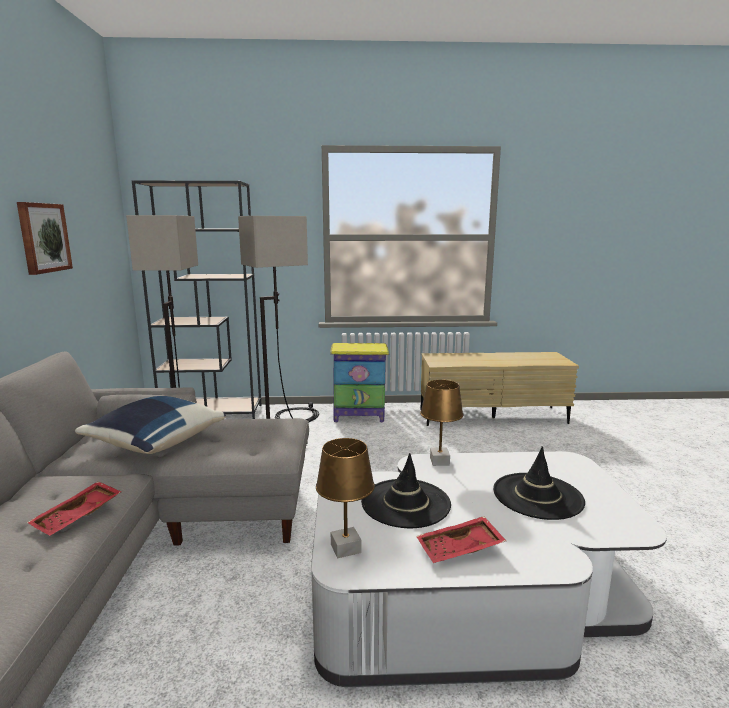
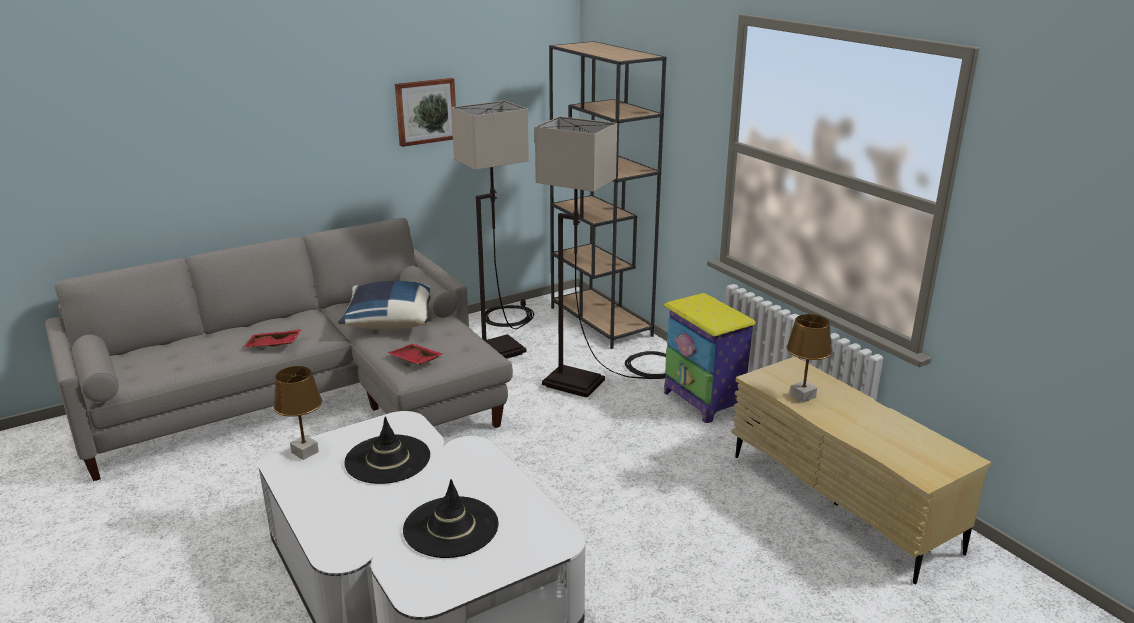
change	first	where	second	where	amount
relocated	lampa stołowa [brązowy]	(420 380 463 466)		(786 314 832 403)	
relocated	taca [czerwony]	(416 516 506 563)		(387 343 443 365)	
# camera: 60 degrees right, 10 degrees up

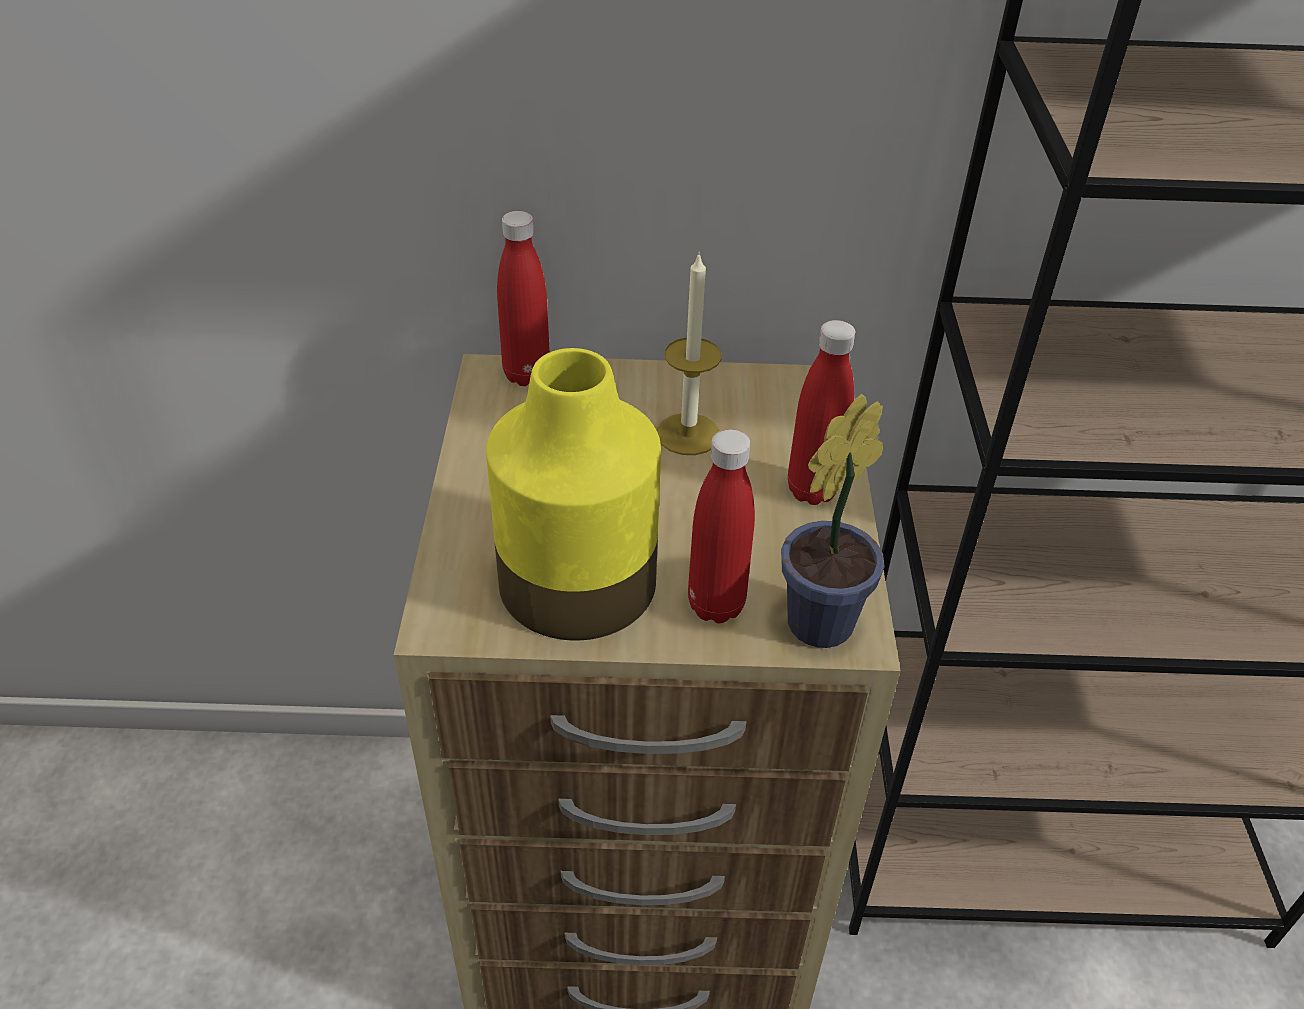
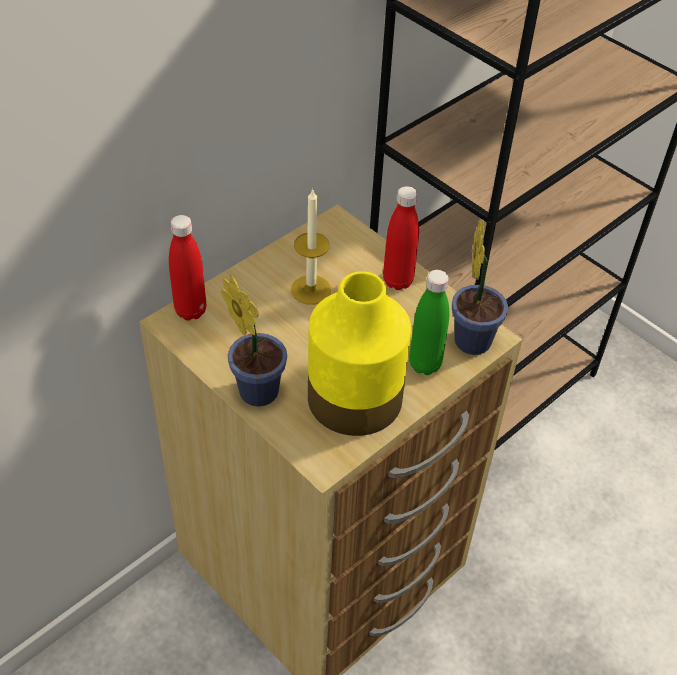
change	first	where	second	where	amount
colour	butelka [czerwony]	(688 429 755 623)	butelka [zielony]	(409 270 449 375)	
appeared			roślina doniczkowa	(221 276 287 407)	
# camera: 45 degrees left, 5 degrees up

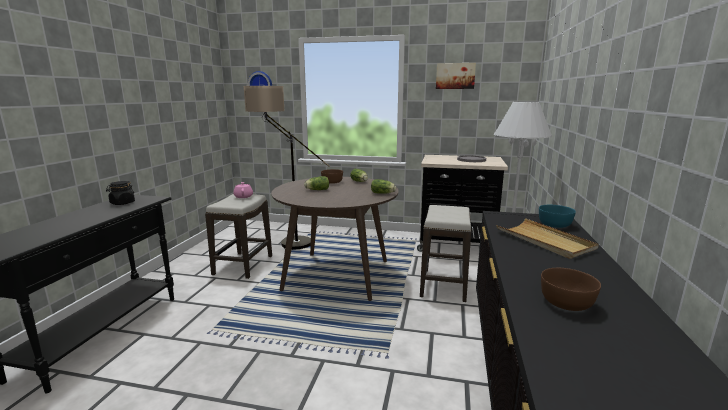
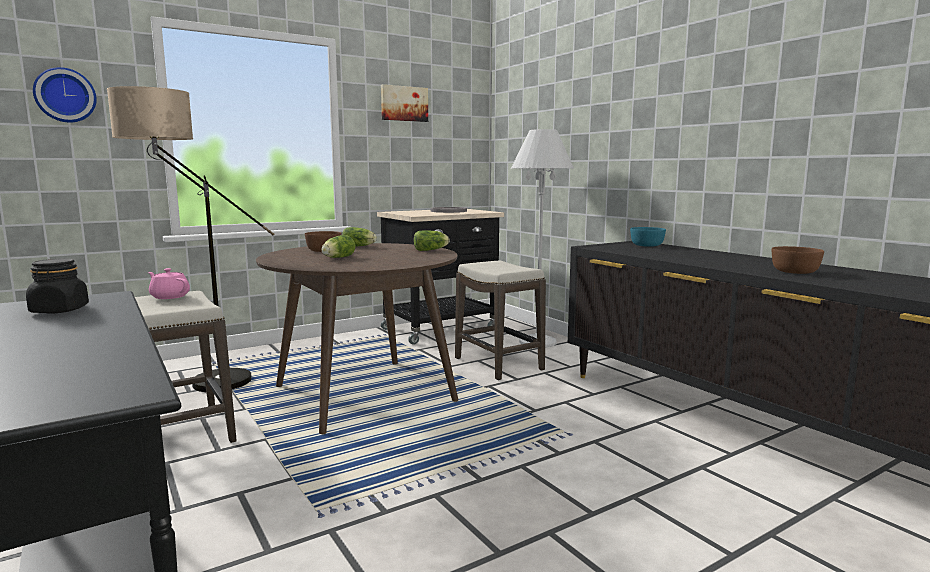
change	first	where	second	where	amount
missing	taca [beżowy]	(496 218 599 259)			
# camera: 45 degrees left, 5 degrees down

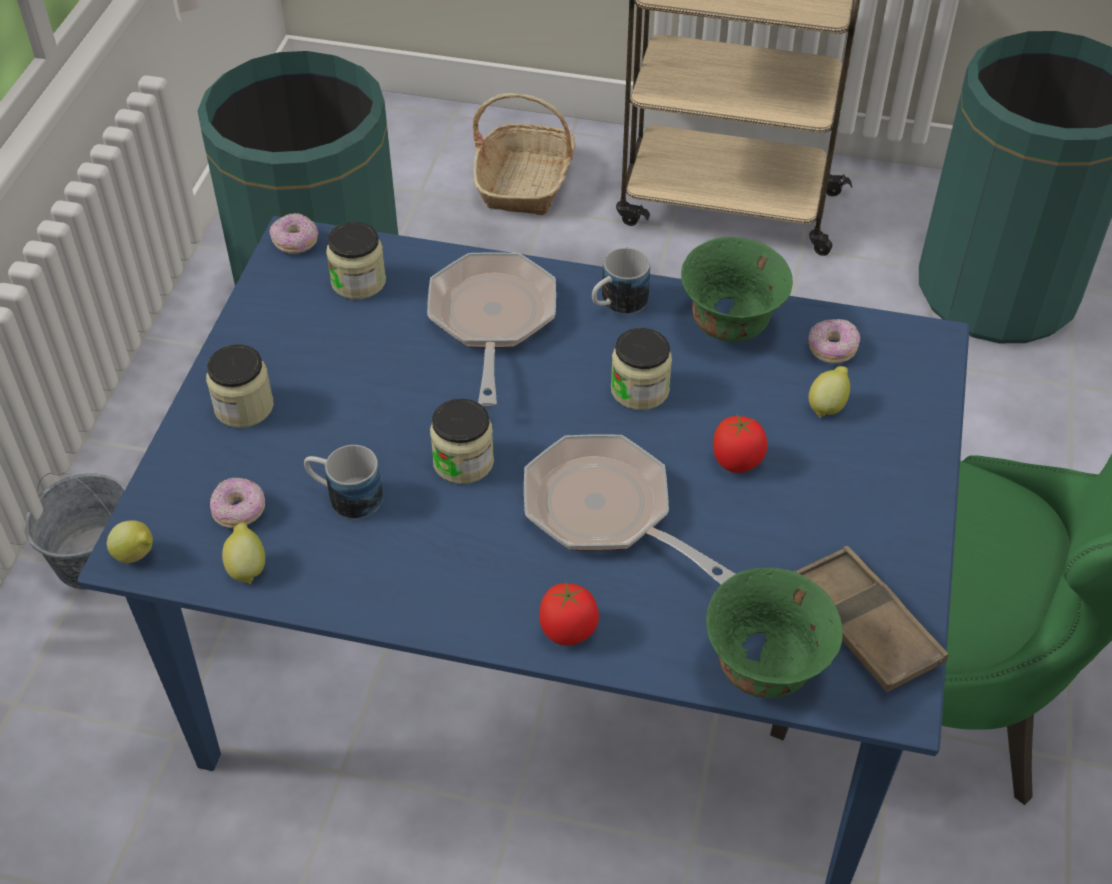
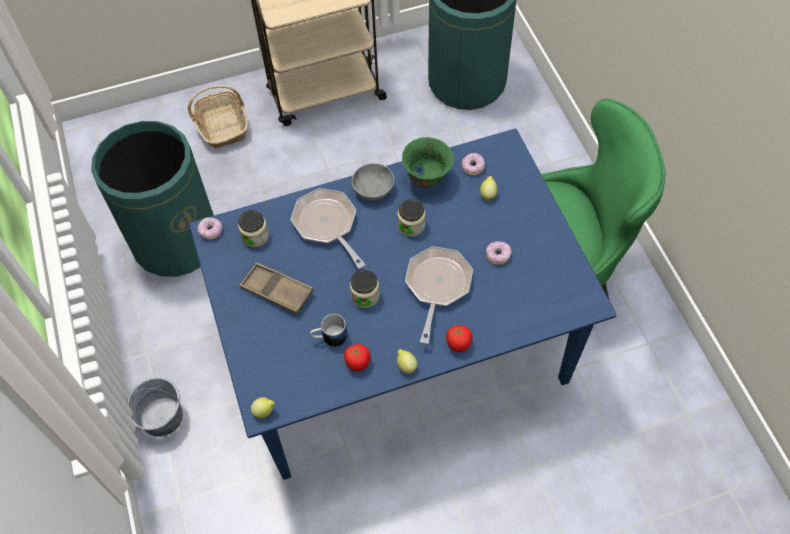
change	first	where	second	where	amount
exchanged	kubek	(592 248 650 314)	miska [szary]	(352 163 394 200)	
missing	słoik	(206 344 274 428)			
relocated	pomidor	(713 414 767 473)		(344 344 371 371)	
spun	patelnia	(524 434 735 584)		(405 246 473 344)	90 degrees clockwise
relocated	donut	(210 477 265 528)		(486 241 512 265)	
relocated	cytryna	(222 522 265 584)		(397 349 417 374)	
relocated	taca [brązowy]	(793 546 948 692)		(239 262 313 314)	
missing	miska [zielony]	(706 567 843 698)			
# camera: 30 degrees left, 10 degrees up

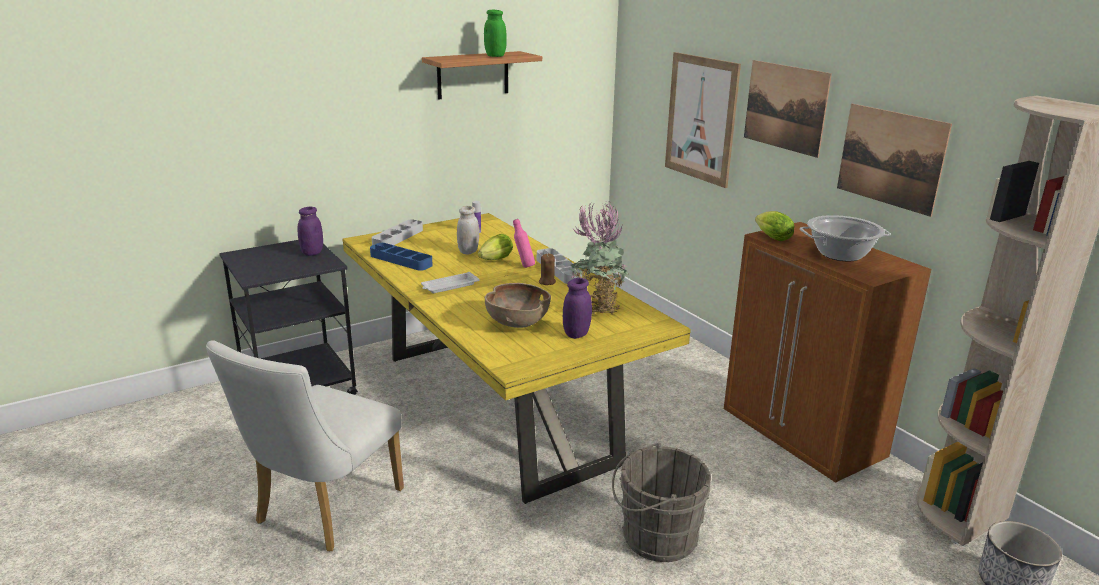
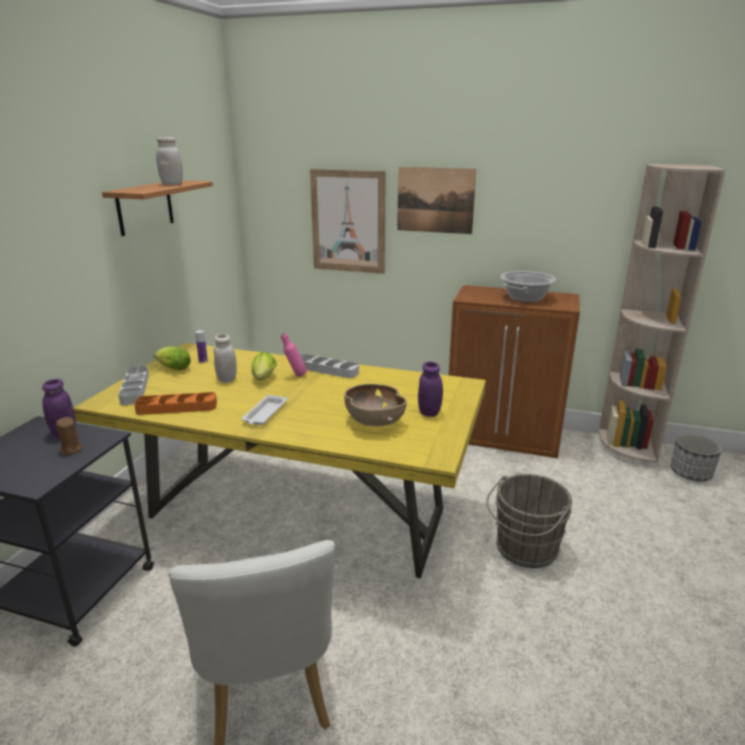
change	first	where	second	where	amount
colour	słoik [zielony]	(484 10 507 57)	słoik [biały]	(156 137 183 185)	
missing	obraz	(837 104 952 217)			
missing	roślina doniczkowa	(569 201 628 314)			
relocated	sałata	(755 211 794 241)		(153 346 191 371)	
colour	taca [niebieski]	(370 243 433 271)	taca [pomarańczowy]	(134 392 217 415)	
relocated	świeca [brązowy]	(539 254 556 285)		(56 417 82 455)	
# camera: 40 degrees left, 0 degrees up

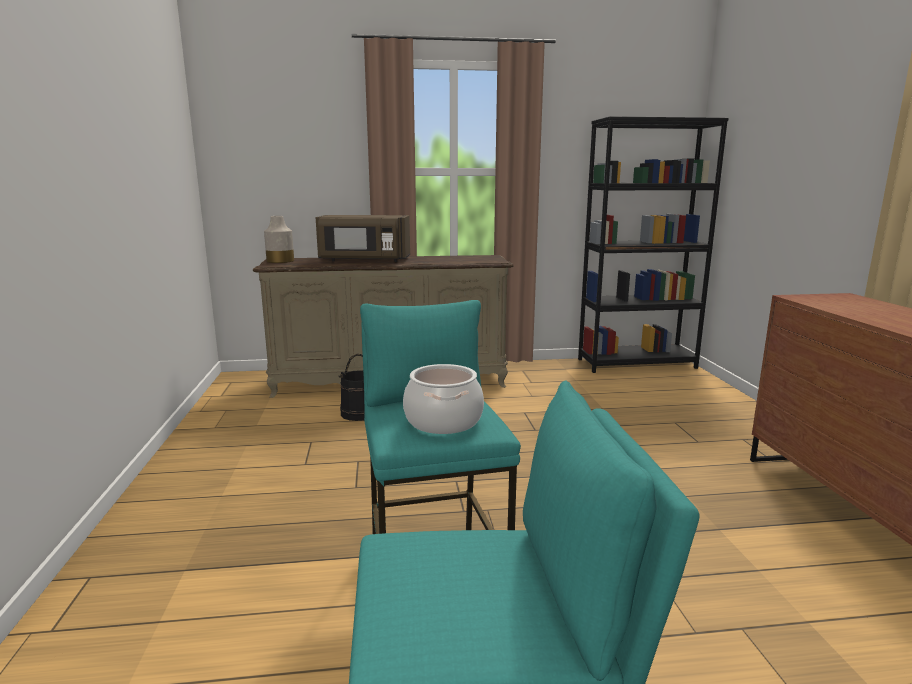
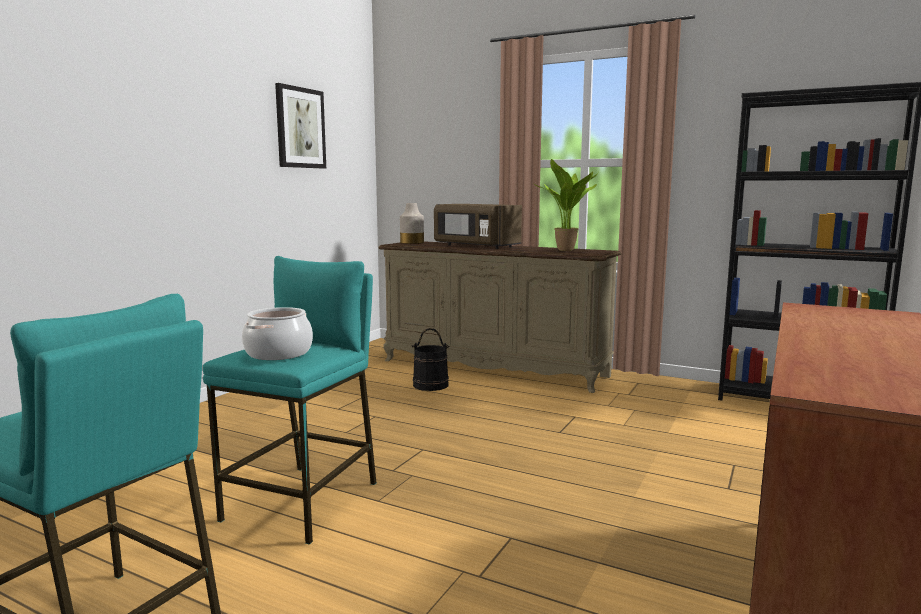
change	first	where	second	where	amount
appeared			obraz	(275 83 326 169)	
appeared			roślina doniczkowa	(532 159 599 251)	
# camera: 35 degrees right, 5 degrees down

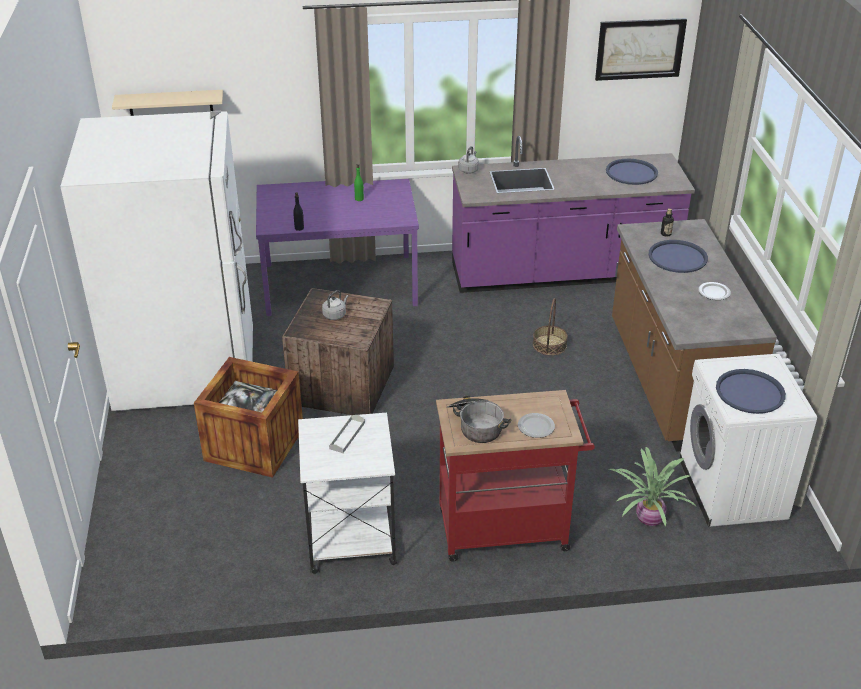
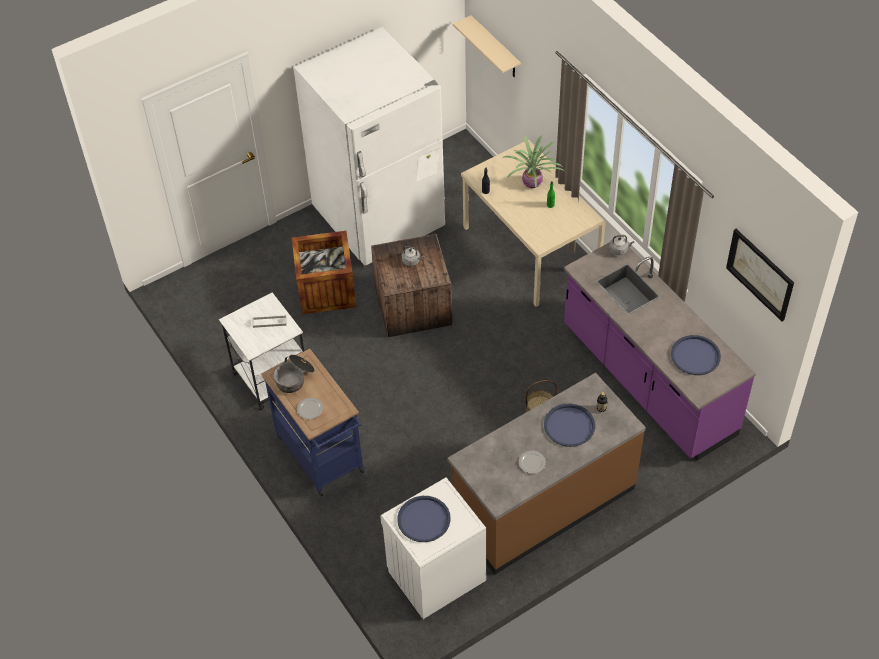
change	first	where	second	where	amount
colour	stół jadalny [fioletowy]	(256 179 419 316)	stół jadalny [beżowy]	(461 139 606 307)	
colour	wózek [czerwony]	(436 390 595 562)	wózek [niebieski]	(261 349 364 496)	
relocated	roślina doniczkowa	(609 447 696 527)		(503 135 563 188)	
# camera: 65 degrees right, 15 degrees up

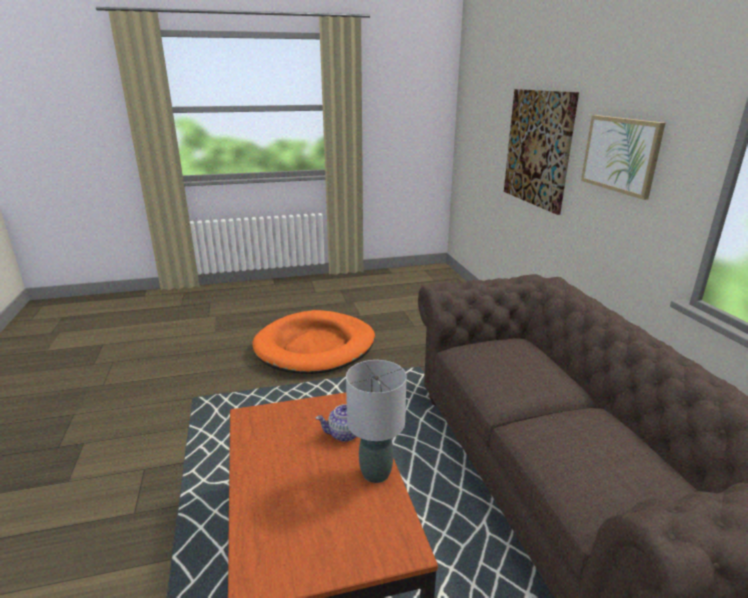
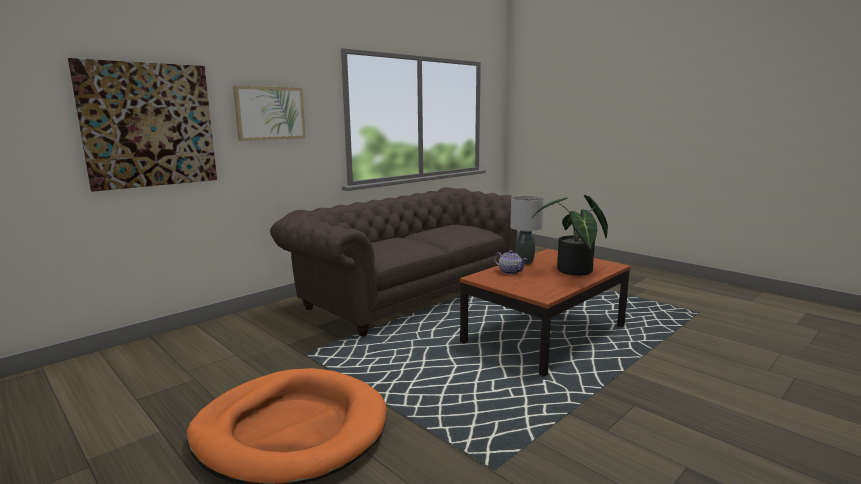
change	first	where	second	where	amount
appeared			roślina doniczkowa	(532 195 608 275)	
# camera: 120 degrees left, 10 degrees down

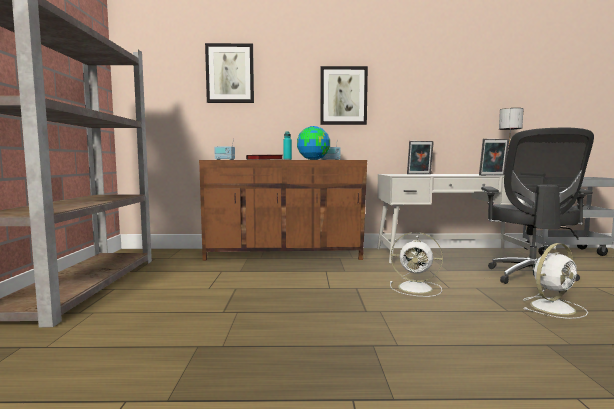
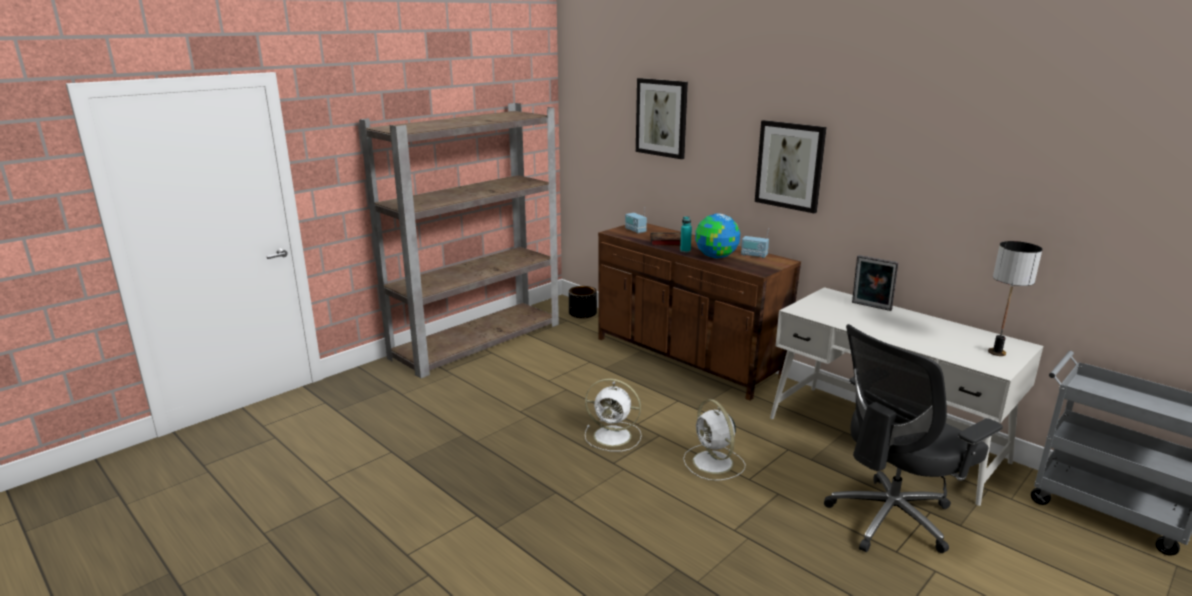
change	first	where	second	where	amount
missing	ramka na zdjęcie	(479 139 509 176)			
relocated	wentylator [biały]	(523 243 588 319)		(585 378 642 451)	
appeared			donica [czarny]	(569 286 597 319)	
# camera: 45 degrees right, 15 degrees up

